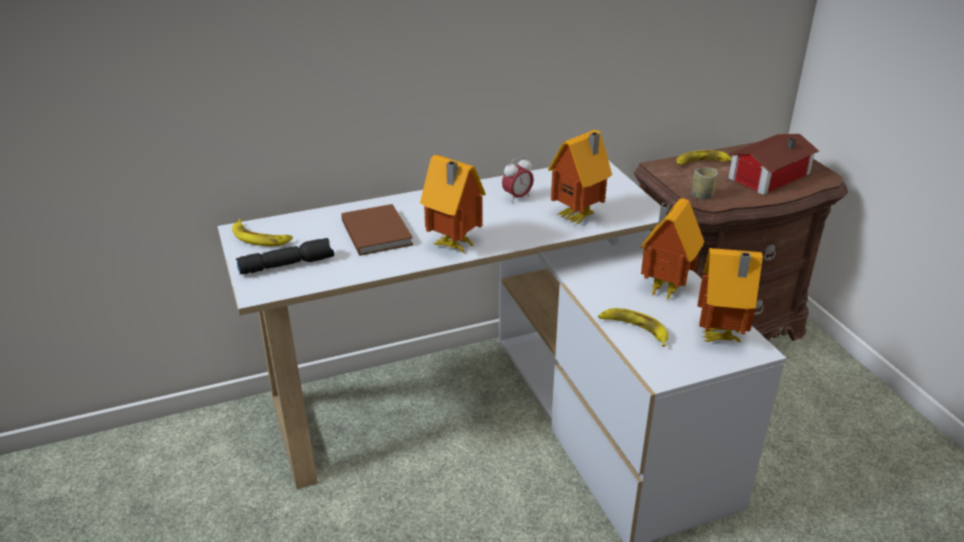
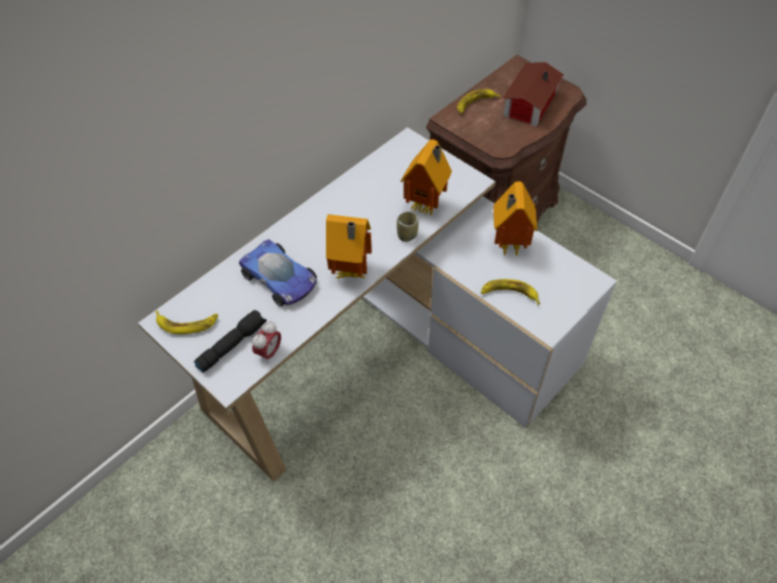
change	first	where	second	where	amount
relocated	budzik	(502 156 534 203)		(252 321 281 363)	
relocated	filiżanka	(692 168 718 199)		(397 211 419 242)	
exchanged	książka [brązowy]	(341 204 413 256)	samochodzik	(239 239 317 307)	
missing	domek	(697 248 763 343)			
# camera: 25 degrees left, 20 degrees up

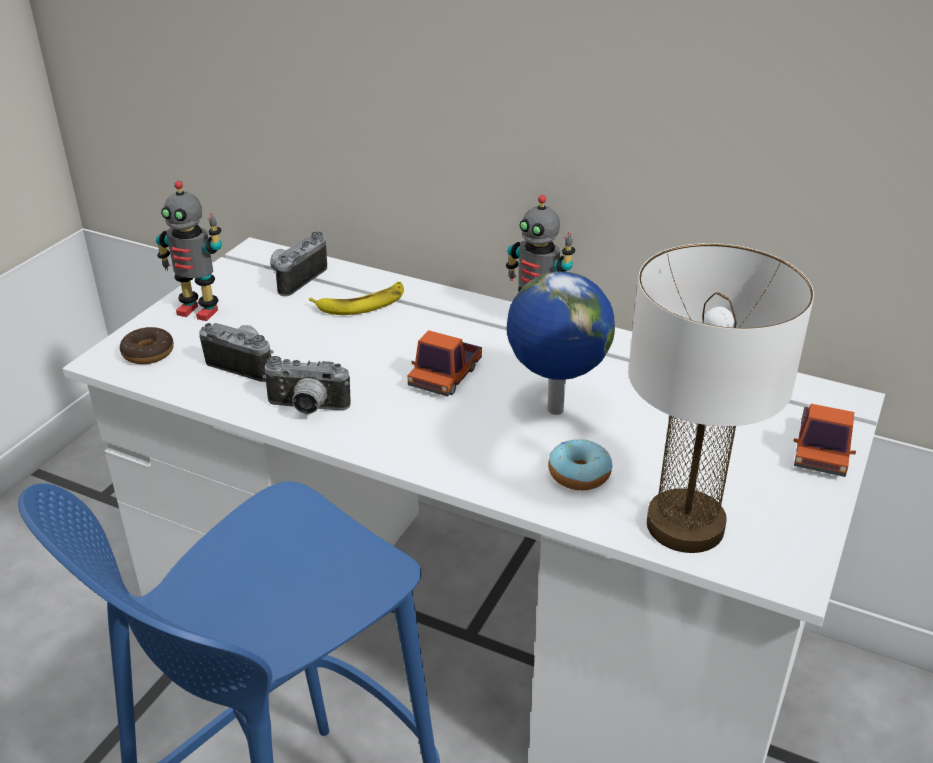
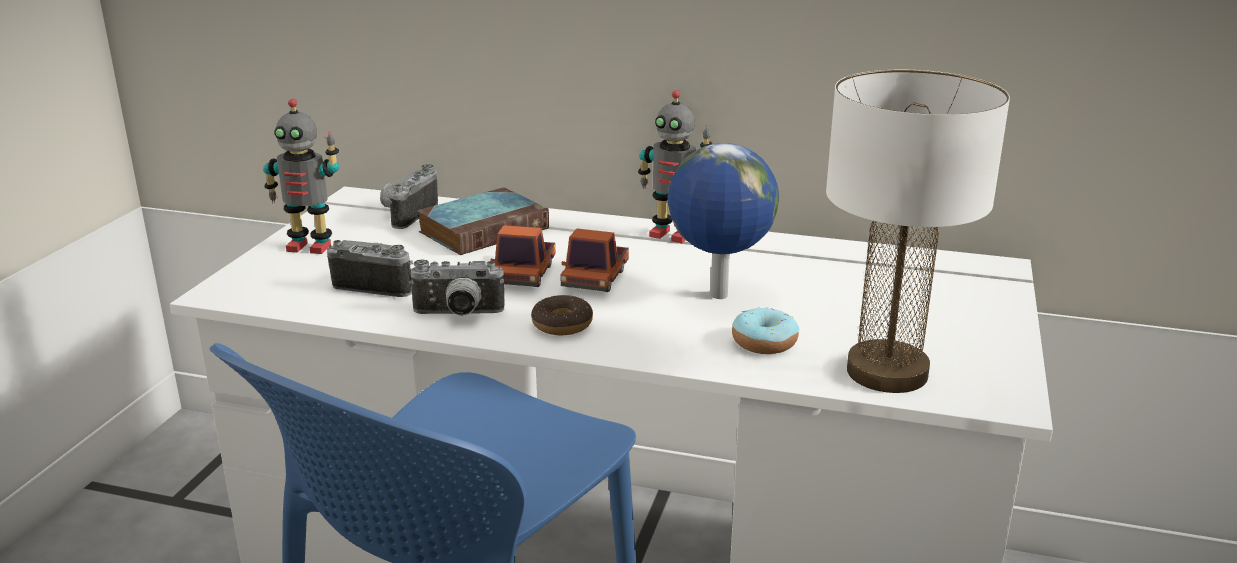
change	first	where	second	where	amount
exchanged	banan	(309 282 404 315)	książka	(417 187 549 255)	
relocated	donut	(120 327 174 364)		(531 295 593 335)	
relocated	ciężarówka zabawkowa	(794 404 856 477)		(490 225 555 287)	
# camera: 10 degrees left, 10 degrees down

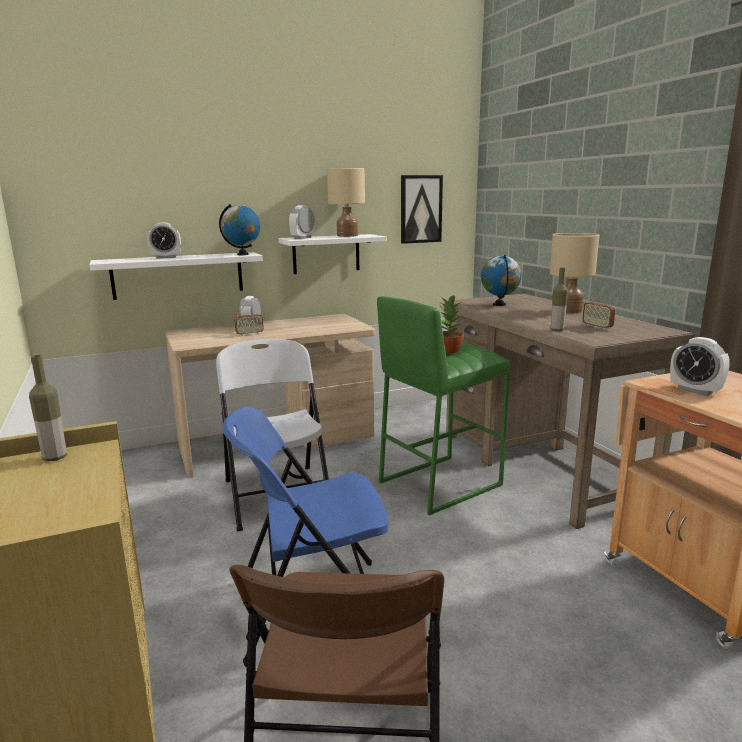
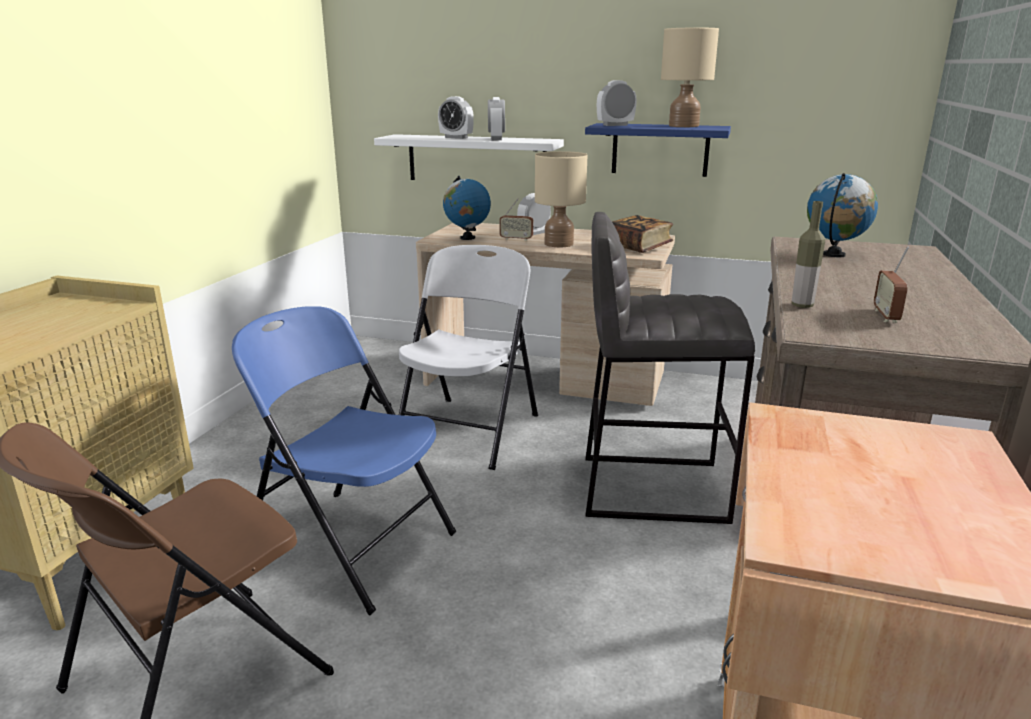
change	first	where	second	where	amount
missing	obraz	(401 175 443 244)			
relocated	globus	(219 204 260 255)		(443 176 491 240)	
relocated	lampa stołowa [beżowy]	(550 233 599 313)		(535 151 588 247)	
colour	półka [biały]	(278 234 387 274)	półka [niebieski]	(585 123 731 177)	
missing	roślina doniczkowa	(439 294 464 353)			
colour	stołek [zielony]	(377 296 510 515)	stołek [szary]	(585 212 755 524)	
relocated	budzik	(670 337 730 396)		(488 97 505 140)	
missing	butelka	(29 355 67 461)			
appeared			książka	(612 215 673 253)	
# camera: 40 degrees right, 5 degrees up

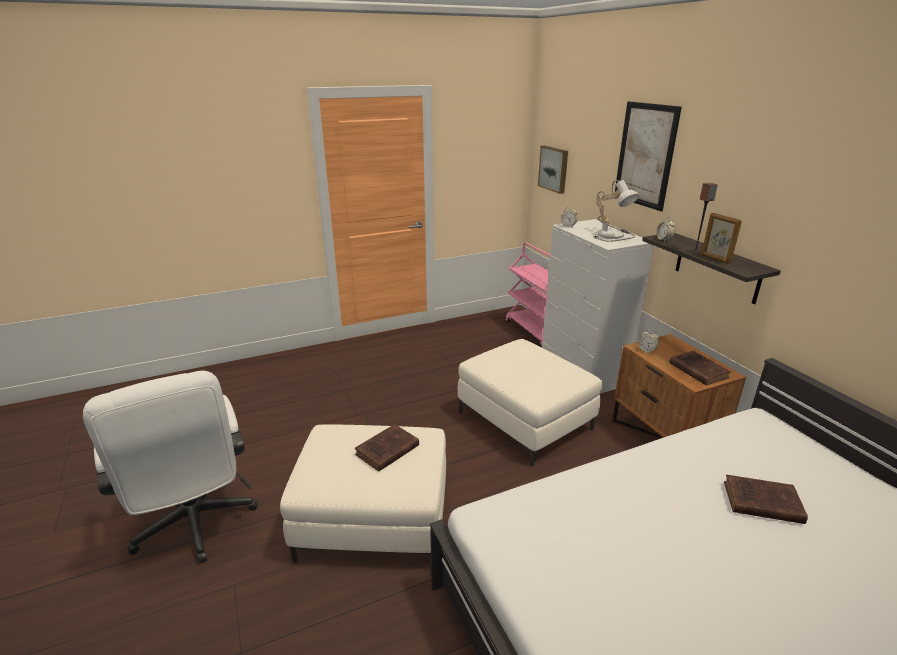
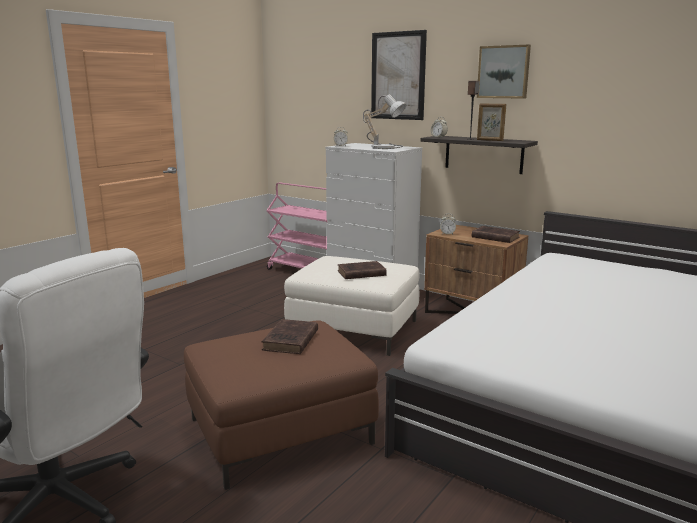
change	first	where	second	where	amount
relocated	obraz	(538 145 568 194)		(477 44 531 99)	
colour	pufa [biały]	(280 424 446 563)	pufa [brązowy]	(184 320 379 490)	
relocated	książka [brązowy]	(724 475 808 524)		(338 261 387 279)	
# camera: 30 degrees left, 10 degrees down

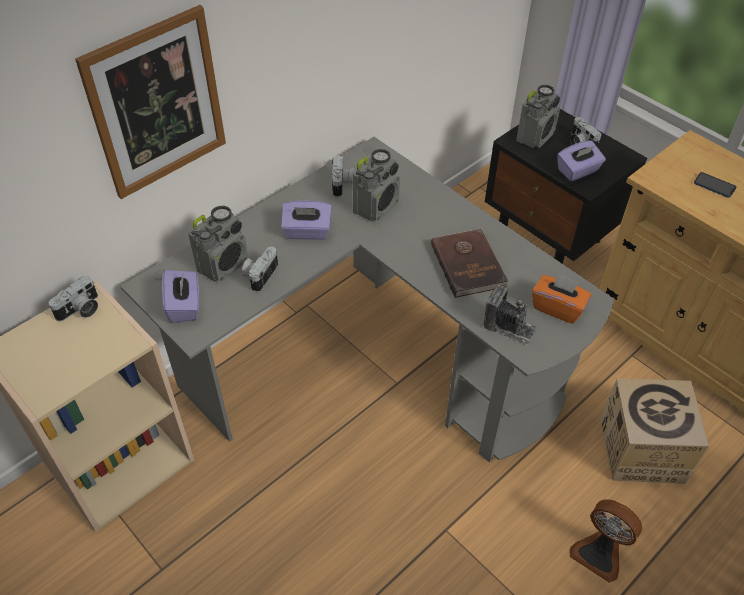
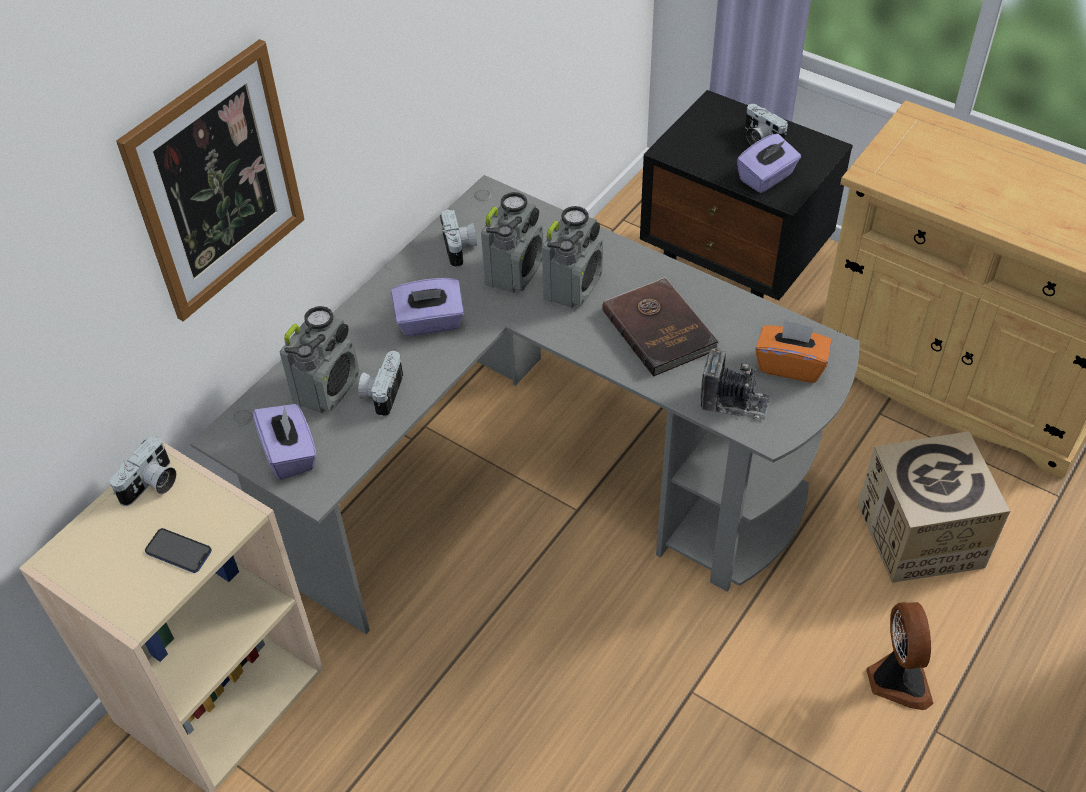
change	first	where	second	where	amount
relocated	radio	(516 85 560 148)		(542 206 603 308)	
relocated	telefon	(694 172 736 198)		(145 528 212 573)	
spun	wentylator	(569 499 642 583)		(866 602 934 710)	120 degrees counterclockwise
# camera: 10 degrees left, 0 degrees up

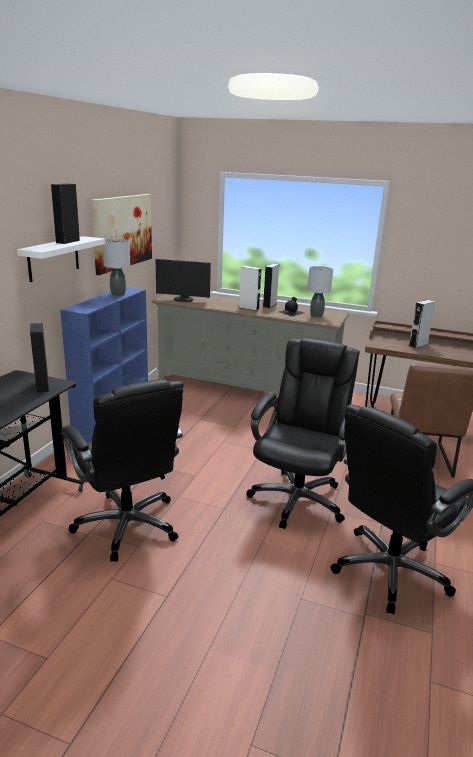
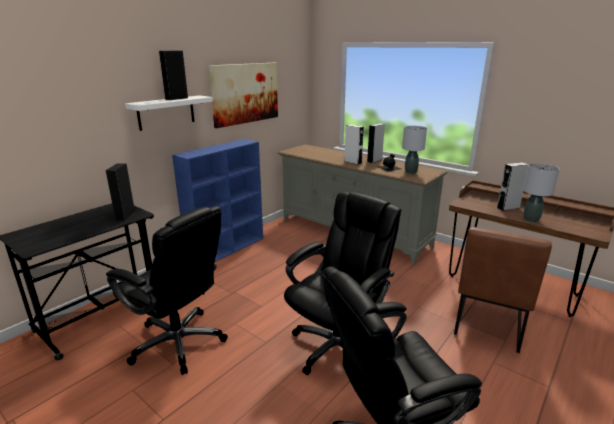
change	first	where	second	where	amount
relocated	lampa stołowa [szary]	(103 239 130 296)		(523 163 559 222)	
missing	monitor	(156 259 211 302)			
spun	krzesło biurowe [czarny]	(61 379 184 562)		(106 206 228 375)	45 degrees counterclockwise
# camera: 20 degrees right, 0 degrees up

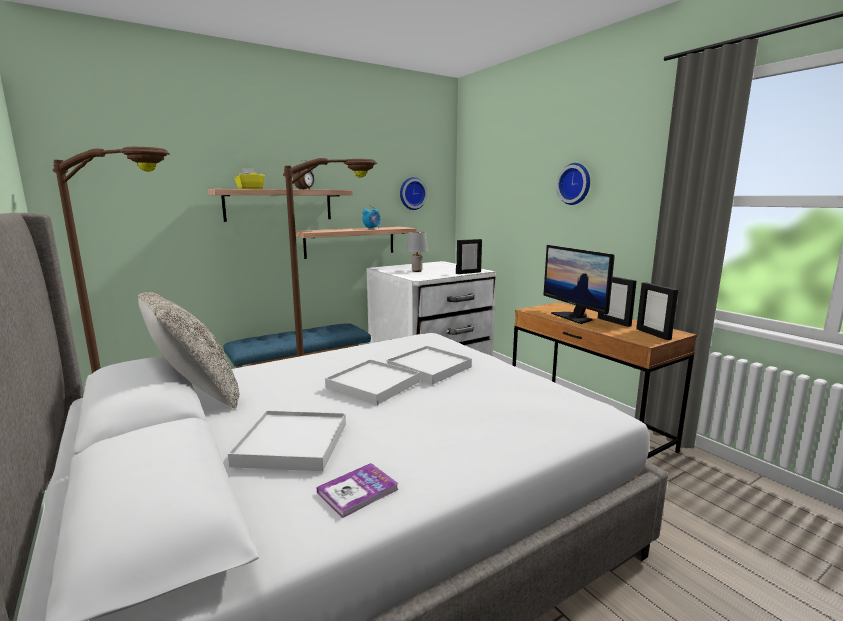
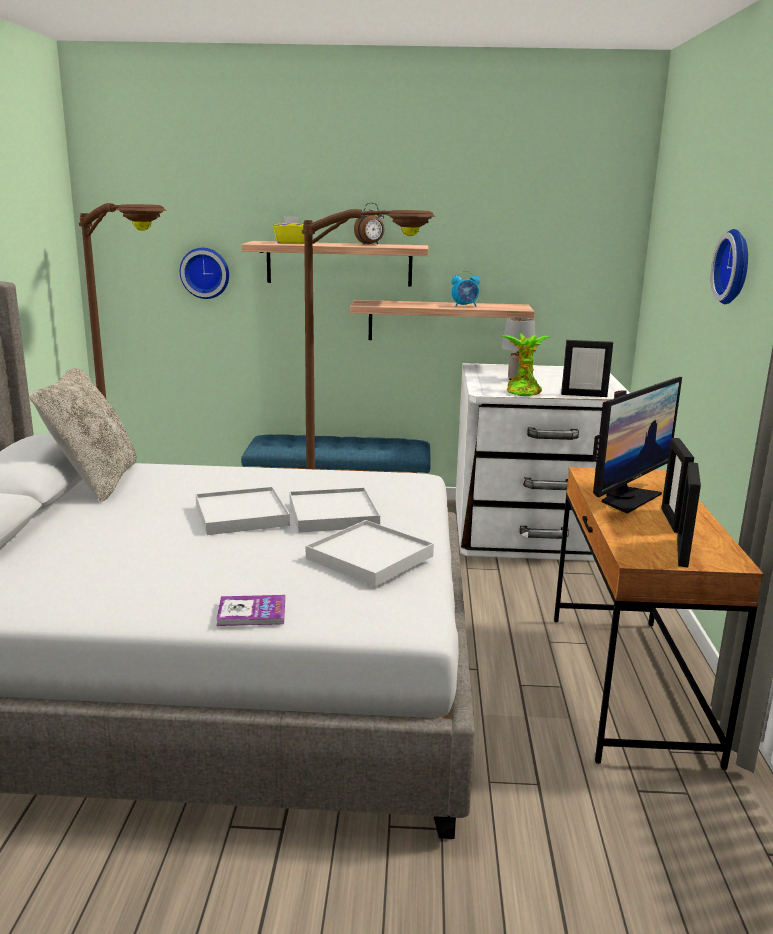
change	first	where	second	where	amount
relocated	zegar ścienny	(400 177 427 210)		(180 248 229 299)	
spun	monitor	(544 245 615 324)		(592 377 682 514)	150 degrees counterclockwise
relocated	taca [biały]	(228 411 346 471)		(306 520 434 587)	
relocated	książka	(316 463 399 518)		(216 595 285 626)	
appeared			roślina doniczkowa	(502 333 550 396)	
# camera: 35 degrees right, 5 degrees up

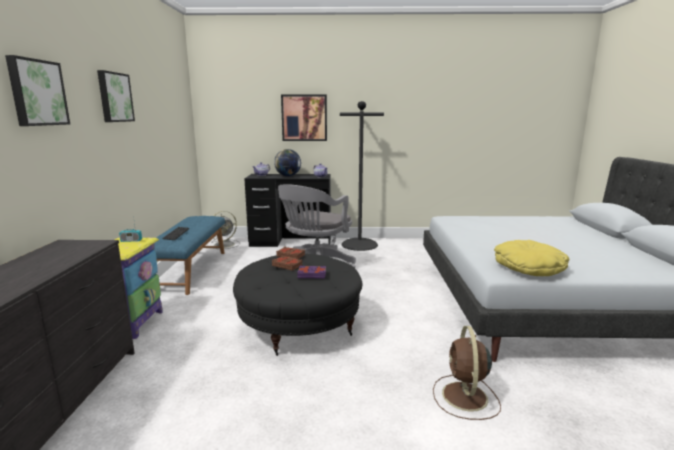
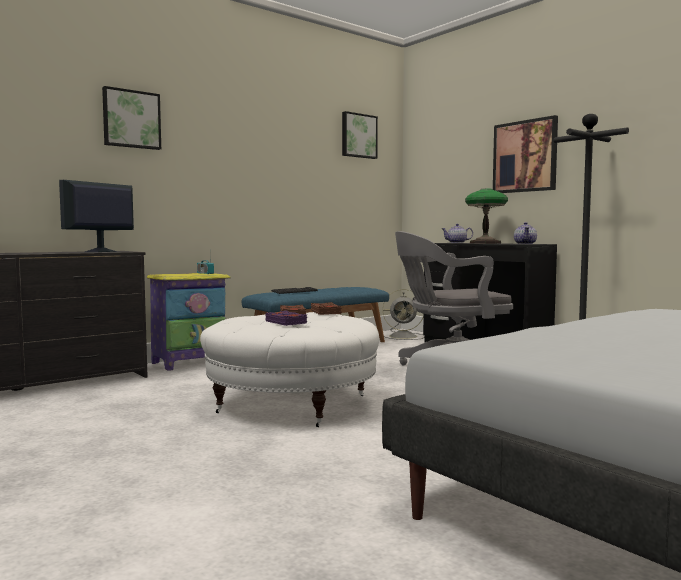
change	first	where	second	where	amount
relocated	obraz	(97 70 135 122)		(342 111 378 159)	
exchanged	globus	(274 149 301 176)	lampa stołowa	(465 189 508 244)	
missing	poduszka [żółty]	(494 240 570 276)			
colour	pufa [czarny]	(233 254 363 356)	pufa [biały]	(200 312 379 427)	
missing	wentylator [brązowy]	(433 326 501 420)			
appeared			monitor	(59 180 134 252)	
# camera: 50 degrees right, 10 degrees down

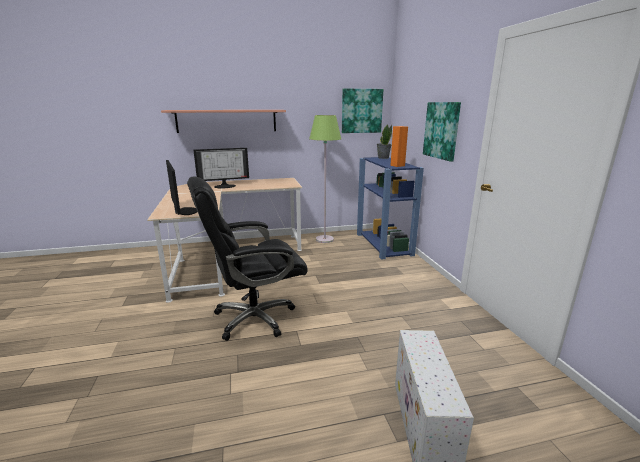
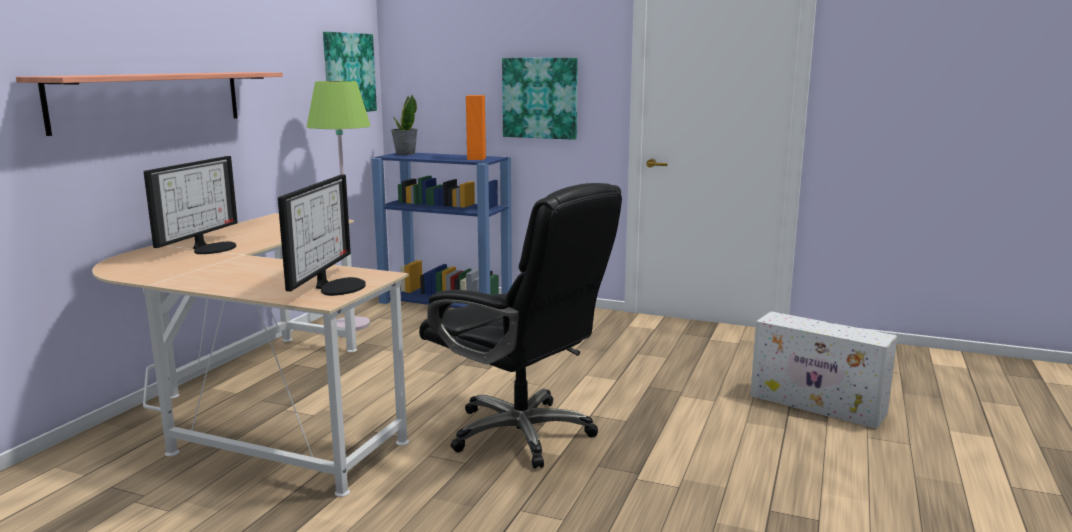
change	first	where	second	where	amount
spun	monitor	(166 160 197 215)		(278 175 366 296)	90 degrees clockwise
spun	krzesło biurowe [czarny]	(187 176 308 341)		(419 183 622 469)	60 degrees counterclockwise
# camera: 55 degrees left, 5 degrees down

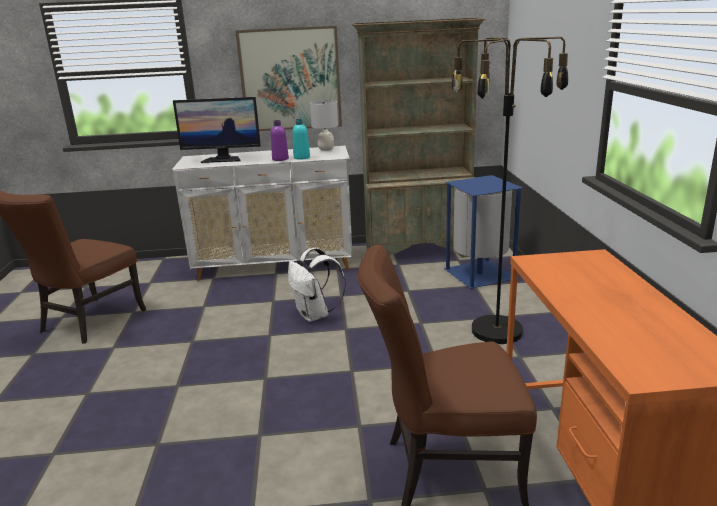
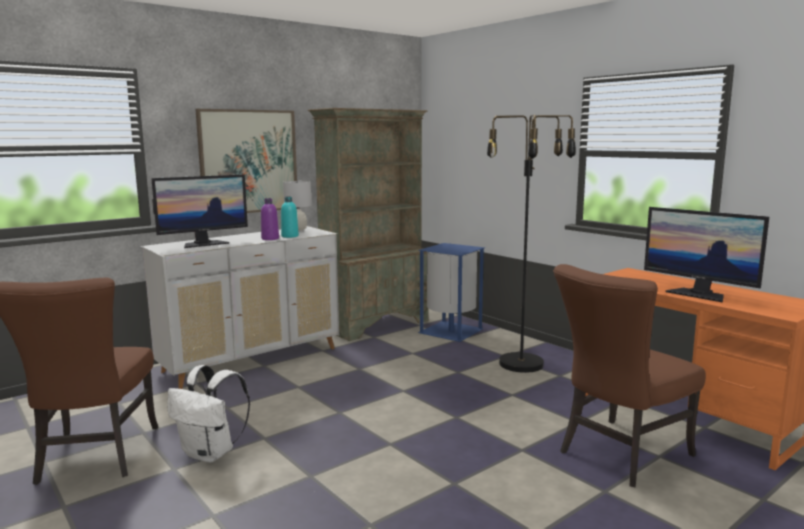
change	first	where	second	where	amount
relocated	plecak [biały]	(288 248 346 322)		(168 365 250 463)	
appeared			monitor	(644 207 769 303)	
# camera: 35 degrees left, 10 degrees down

